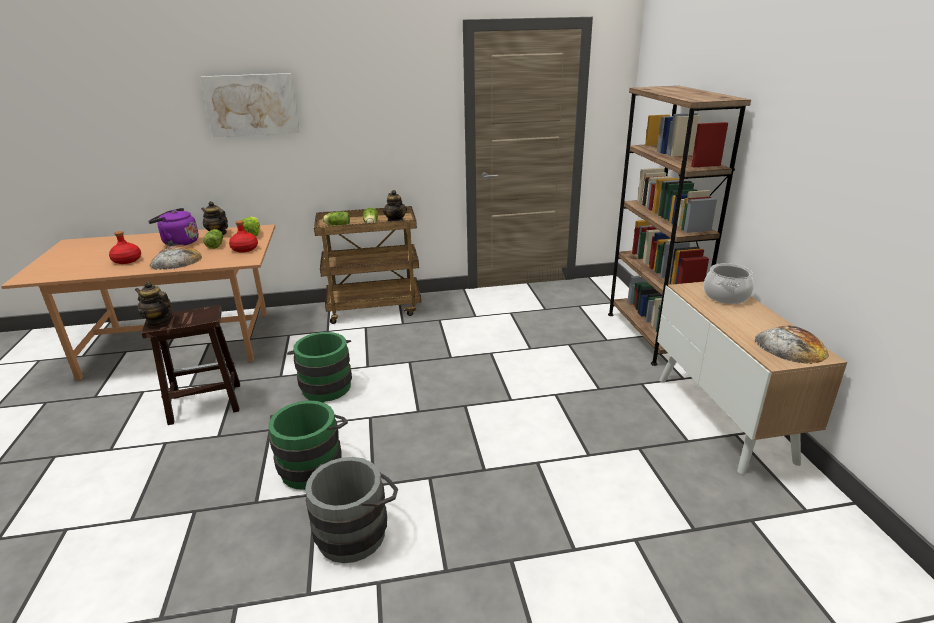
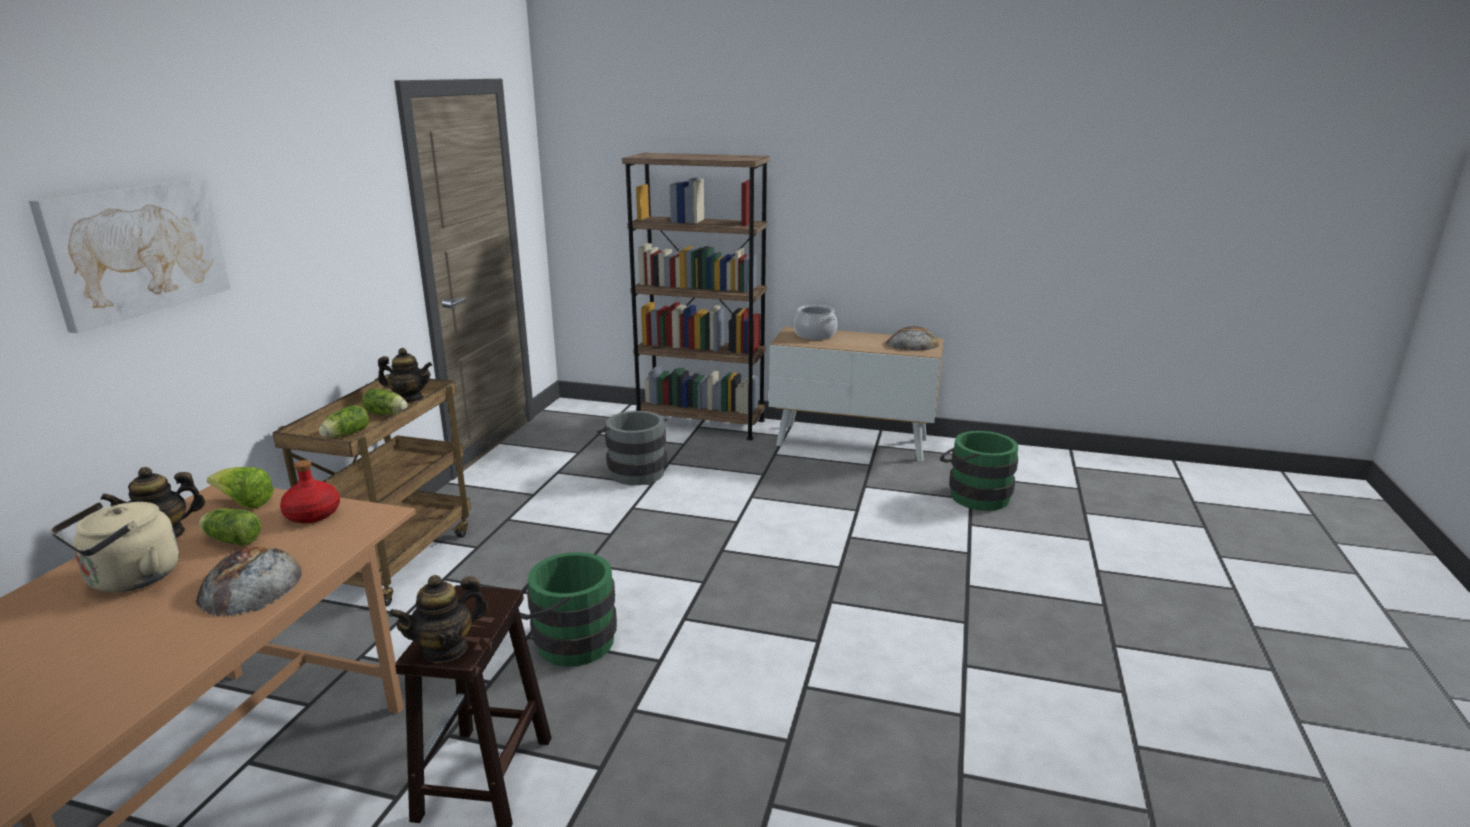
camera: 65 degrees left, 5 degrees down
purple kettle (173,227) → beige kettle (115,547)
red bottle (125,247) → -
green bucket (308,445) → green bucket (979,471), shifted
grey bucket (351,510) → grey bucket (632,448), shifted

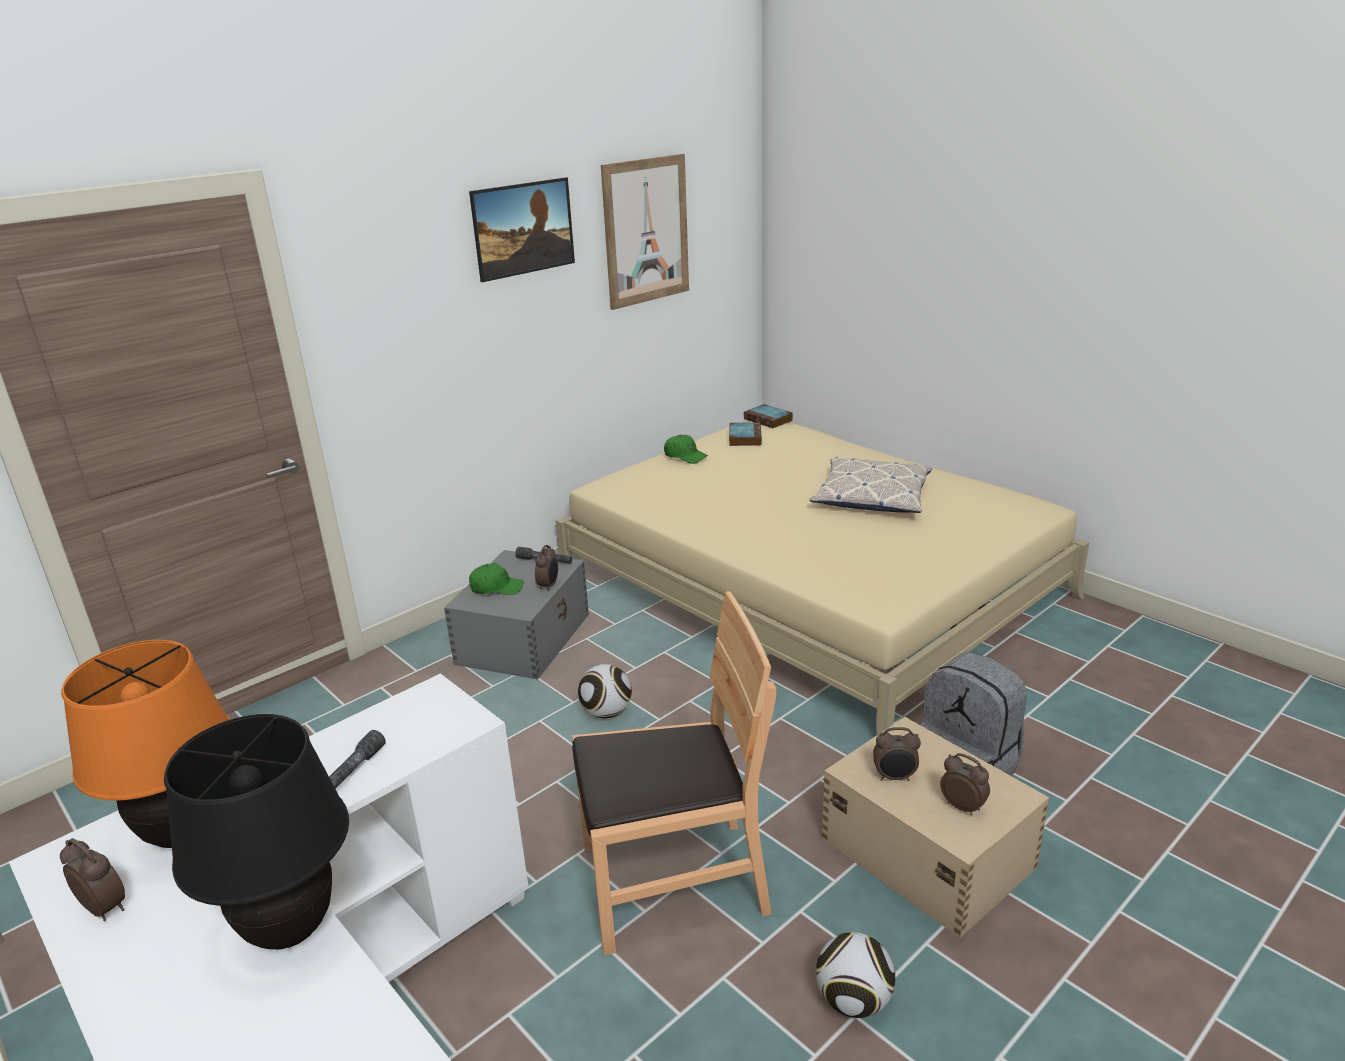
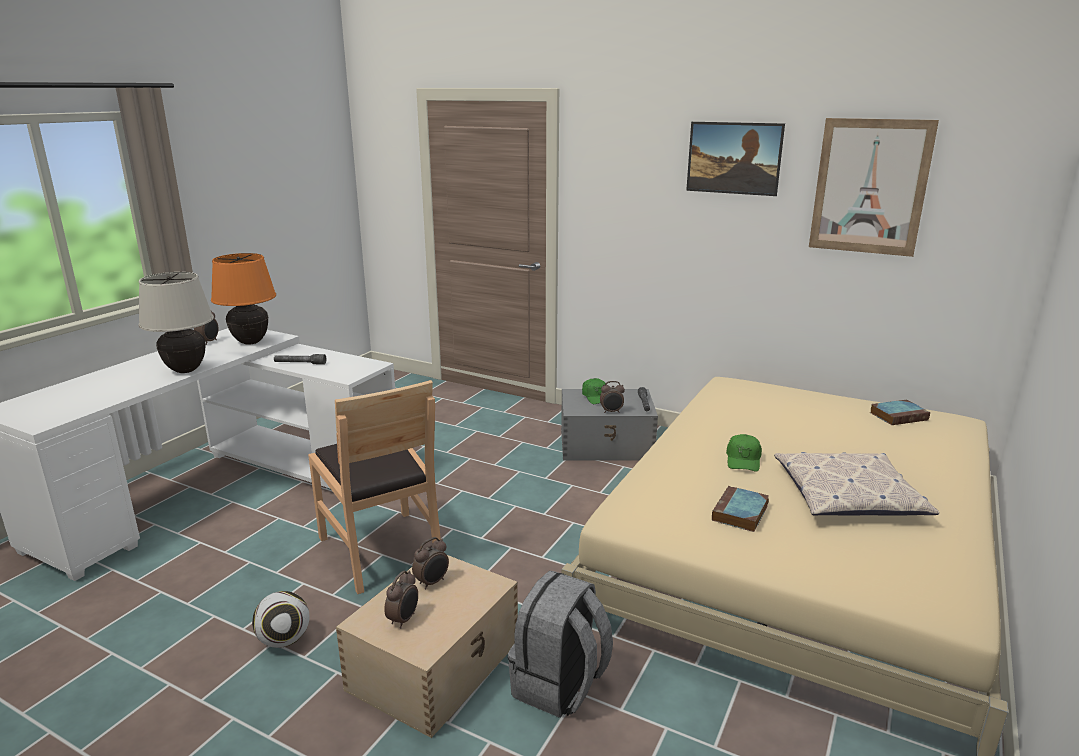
camera: 70 degrees right, 5 degrees down
book (768,416) → book (740,509), shifted
green cap (686,449) → green cap (744,452), shifted
football (605,691) → -
black table lamp (256,831) → beige table lamp (176,322)
alarm clock (897,754) → alarm clock (430,563), 120 degrees counterclockwise

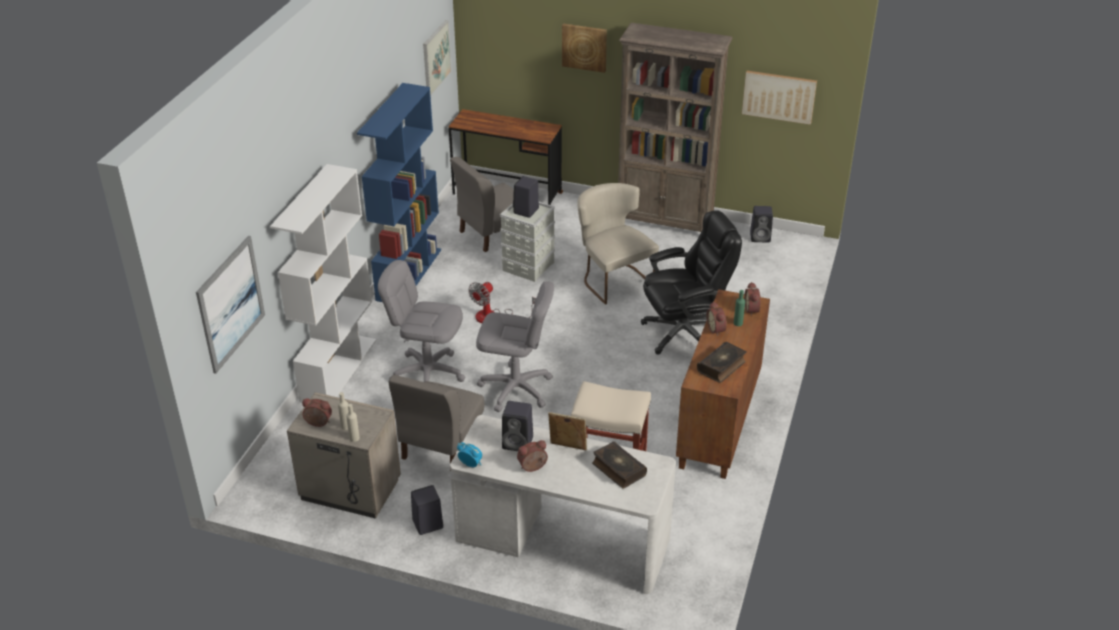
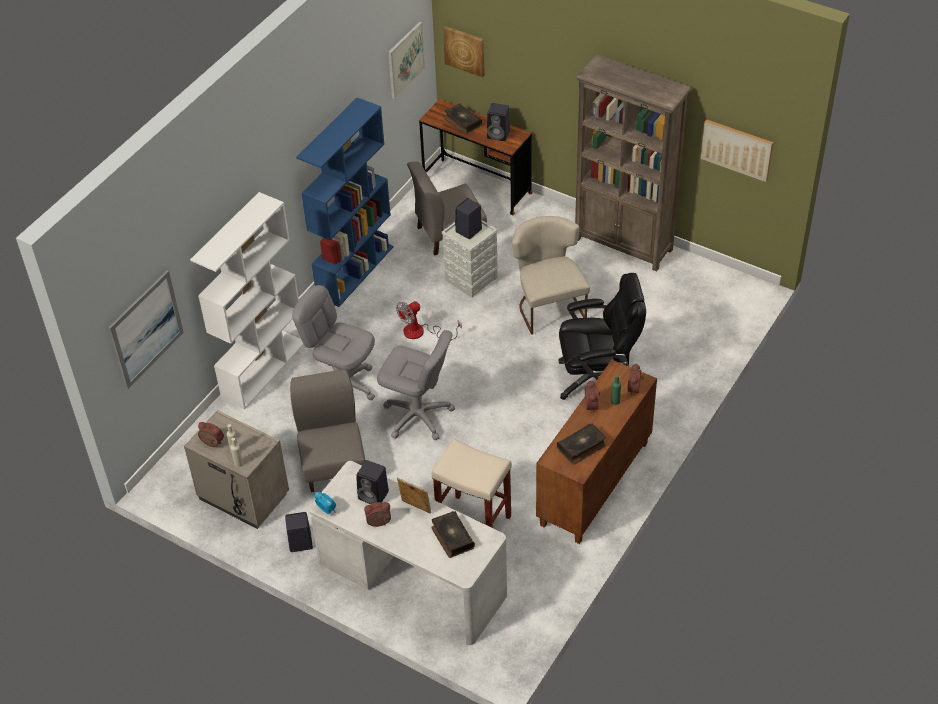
camera: 15 degrees right, 10 degrees up
picture (584,48) → picture (464,51), shifted
black speaker (761,224) → black speaker (498,122), shifted
grey chair (437,423) → grey chair (328,430), 135 degrees clockwise
- → book (463,119)

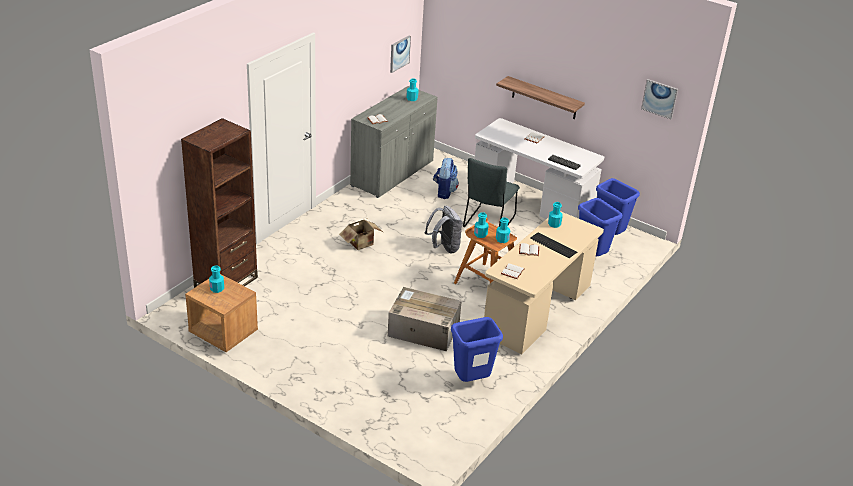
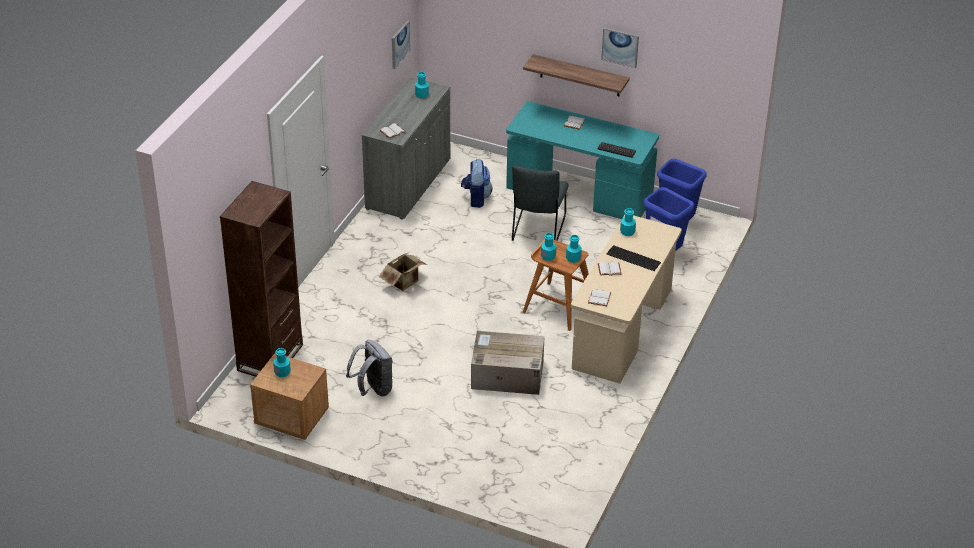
camera: 10 degrees left, 5 degrees up
picture (659,99) → picture (620,47), shifted
white desk (539,168) → turquoise desk (582,160)
grey backpack (444,230) → grey backpack (369,368), shifted
blue trash can (477,349) → -

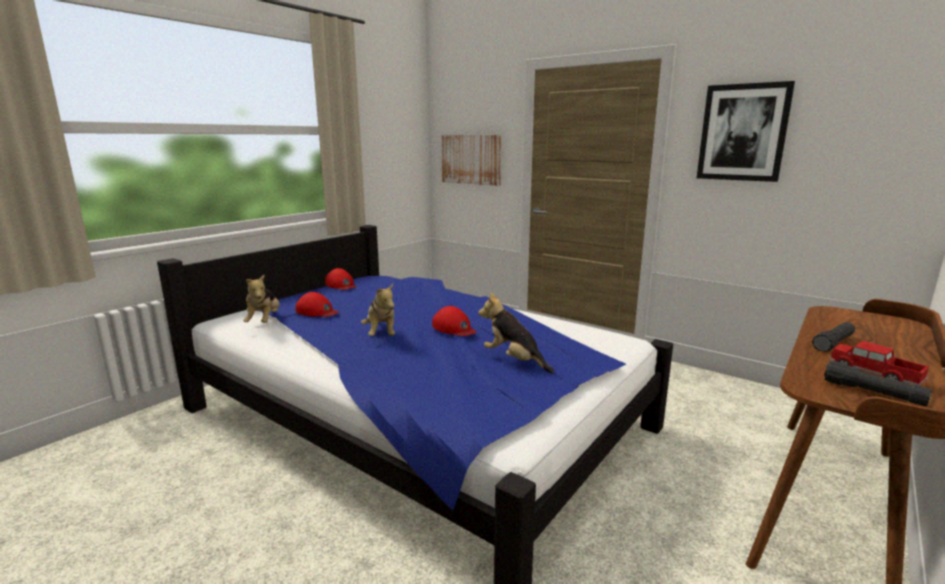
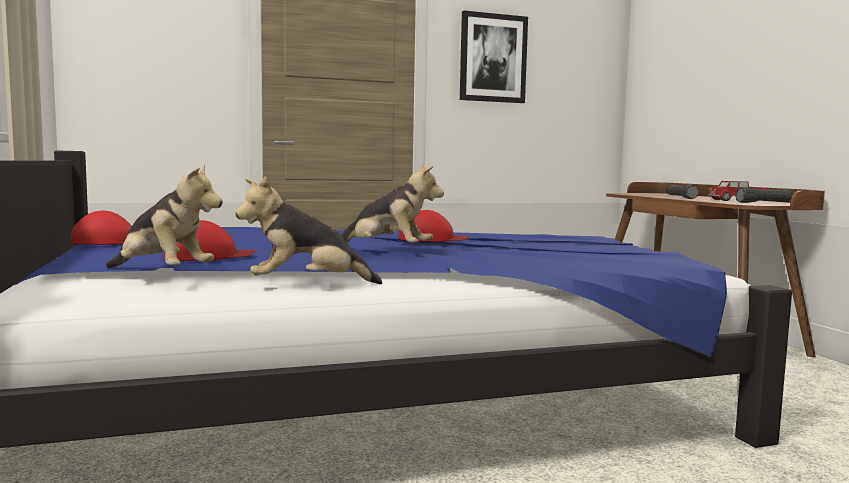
camera: 55 degrees left, 10 degrees down
picture (471,160) → -
plush toy (516,333) → plush toy (308,230), shifted

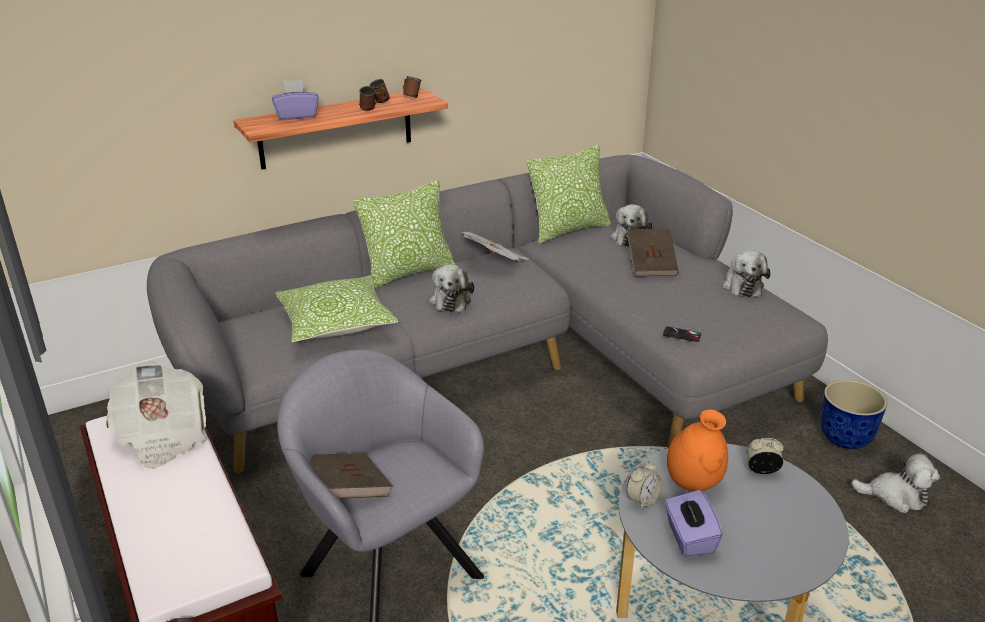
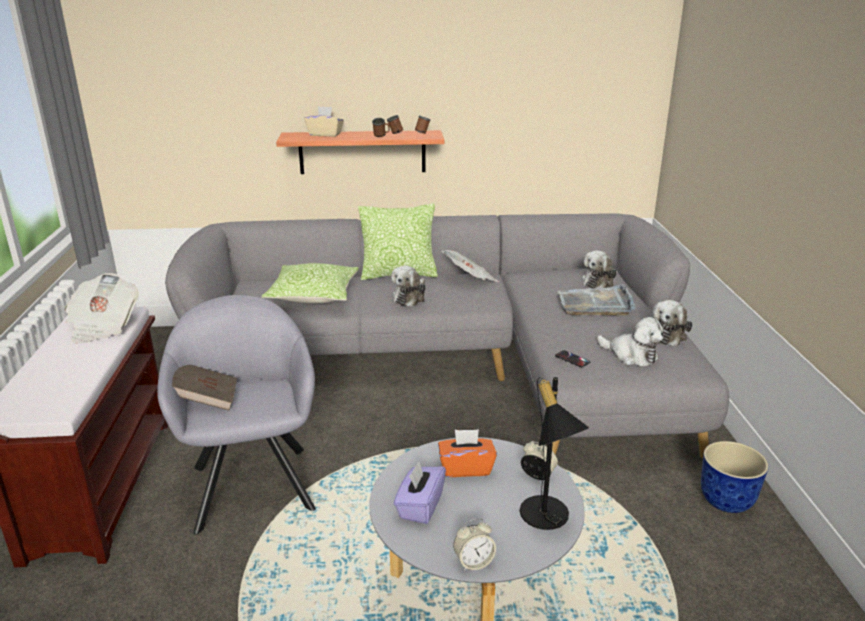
camera: 25 degrees right, 5 degrees down
purple tissue box (295,100) → beige tissue box (324,121)
pillow (568,194) → -
brown book (653,252) → grey tray (596,299)
orange vase (697,450) → orange tissue box (467,453)
plush toy (895,483) → plush toy (630,342), shifted
alarm clock (644,484) → alarm clock (474,545), shifted
- → black table lamp (554,453)

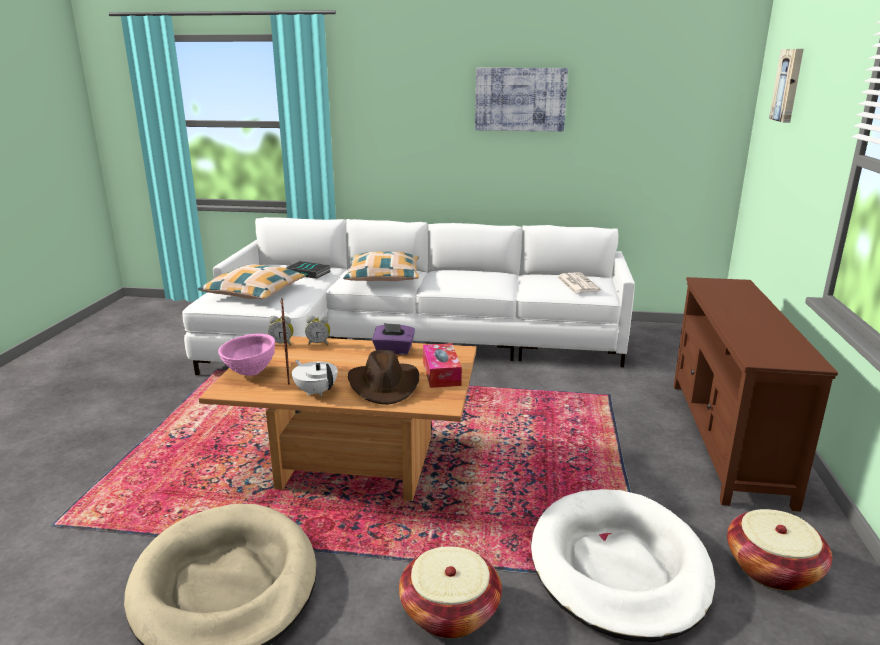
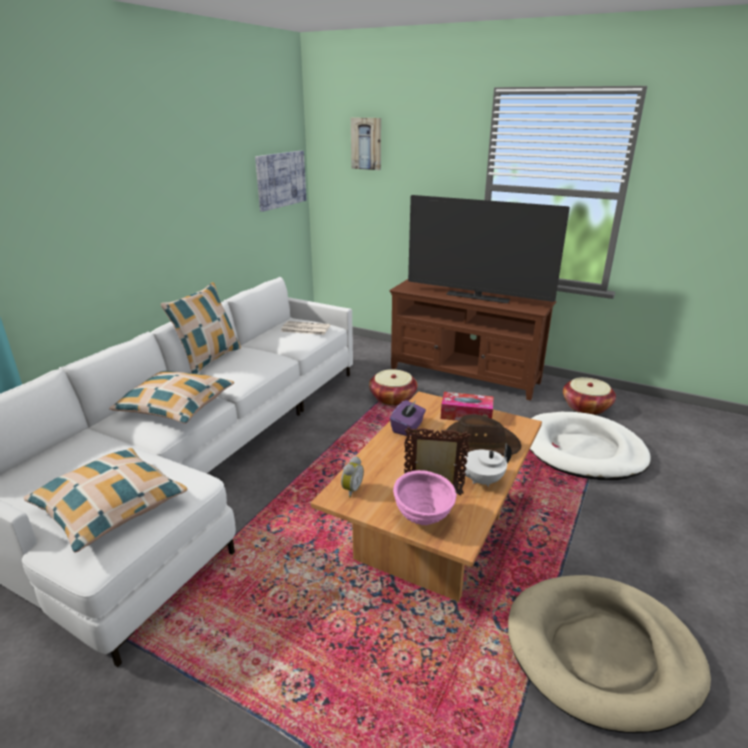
camera: 70 degrees left, 5 degrees up
picture (521,100) → picture (280,181), shifted
book (308,270) → -
alarm clock (317,330) → -
basket (450,592) → basket (393,387), shifted
- → television (489,249)
- → pillow (201,328)

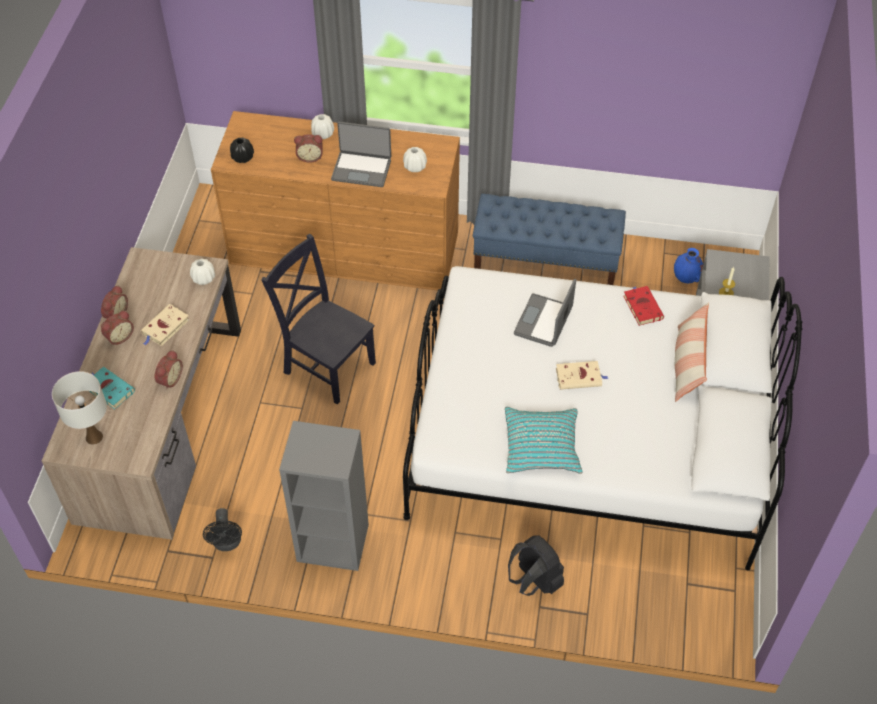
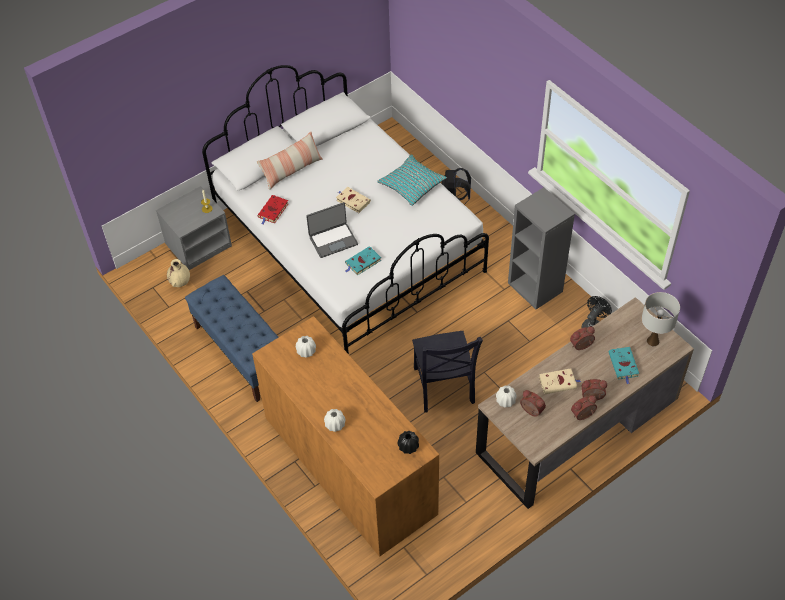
camera: 135 degrees left, 0 degrees up
laptop (361,154) → -
alarm clock (308,148) → alarm clock (533,403), shifted
blue vase (688,265) → beige vase (178,273)
- → turquoise book (363,261)

